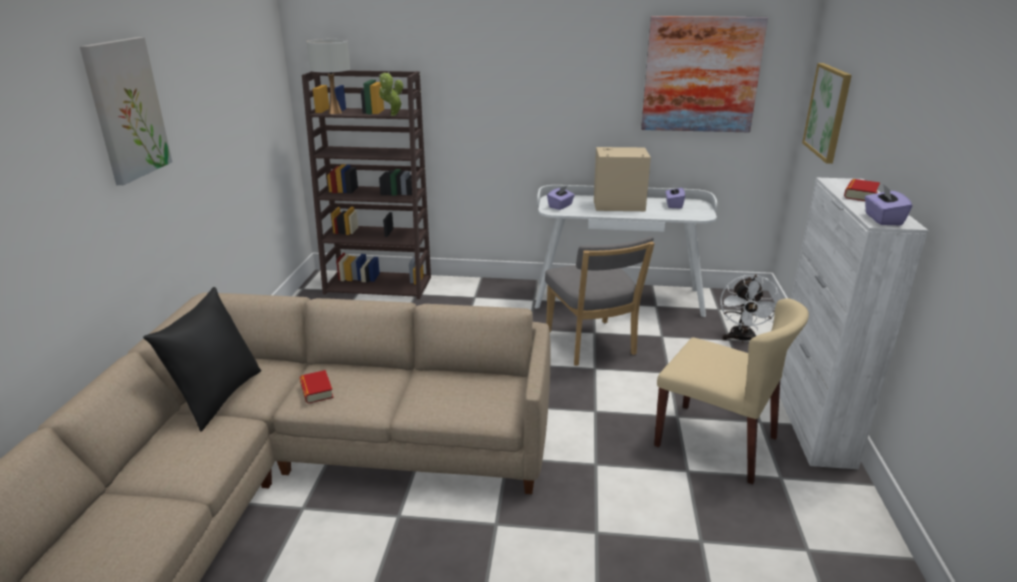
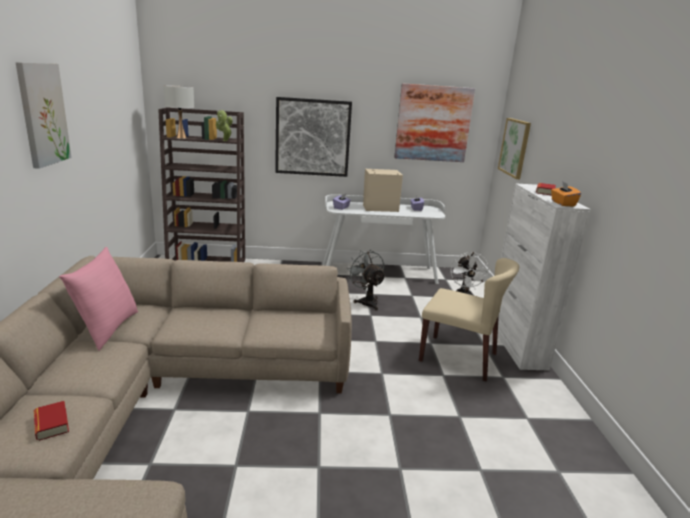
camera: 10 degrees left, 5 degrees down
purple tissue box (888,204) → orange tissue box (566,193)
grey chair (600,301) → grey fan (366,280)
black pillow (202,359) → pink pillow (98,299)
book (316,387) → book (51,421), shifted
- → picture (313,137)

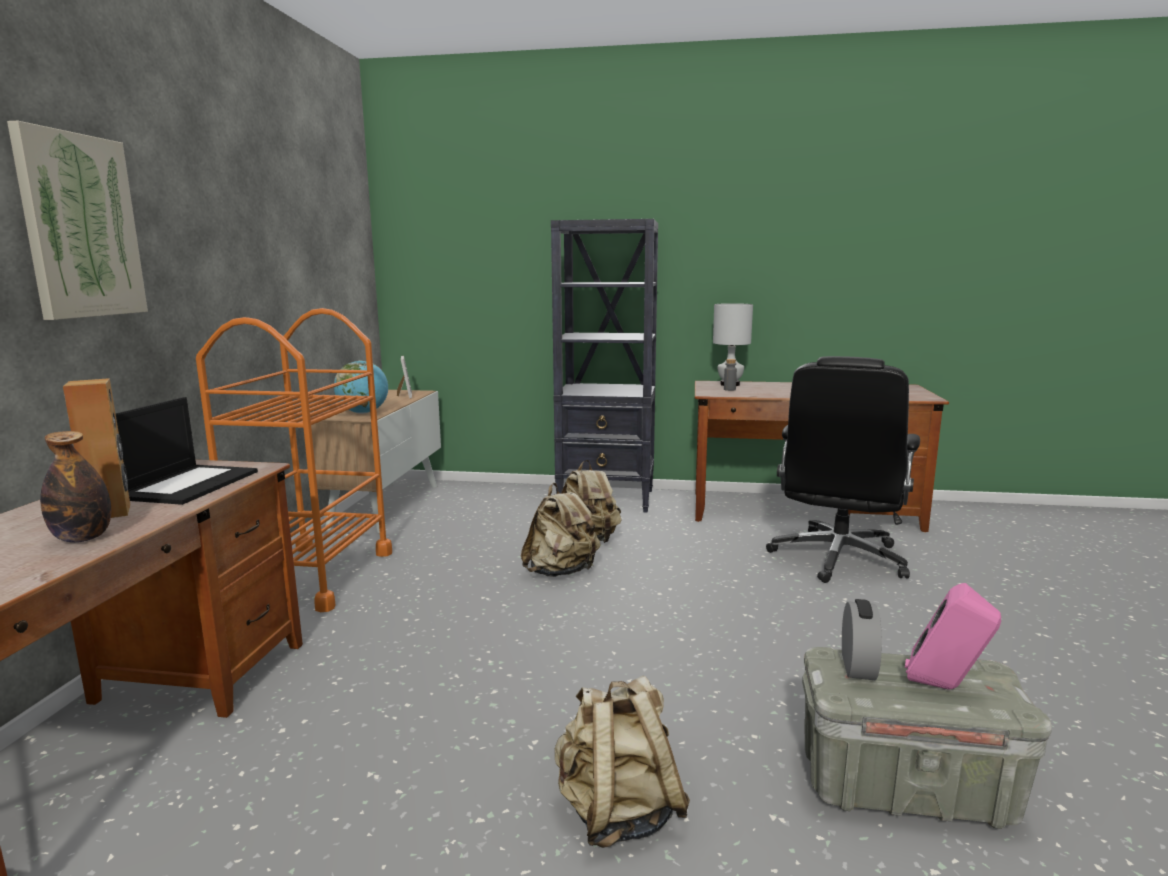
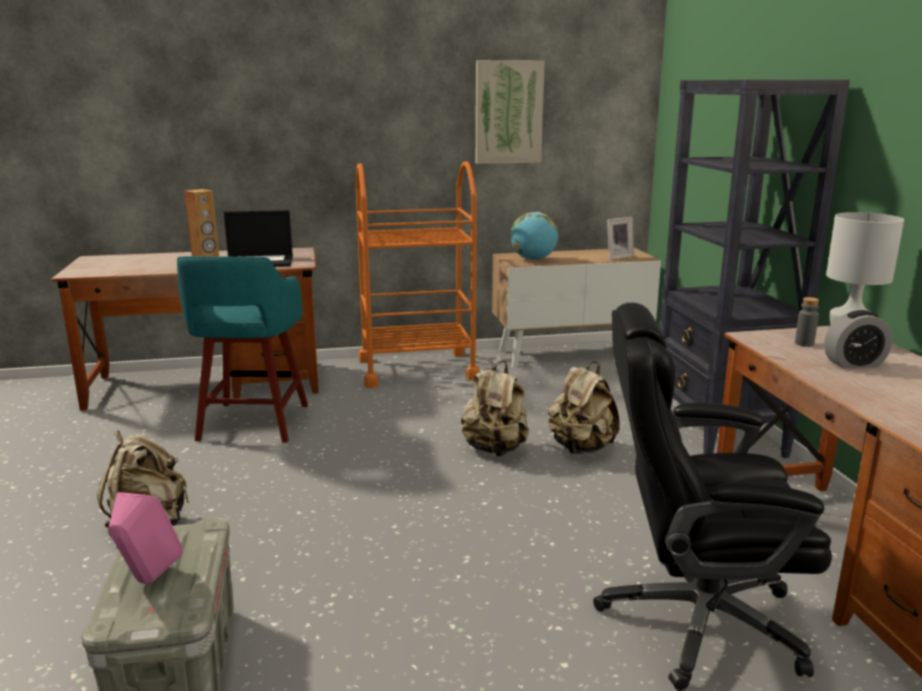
camera: 70 degrees right, 5 degrees up
picture (77,220) → picture (510,112), shifted
bottle (75,487) → -
alarm clock (862,639) → alarm clock (858,339), shifted
- → turquoise stool (242,349)

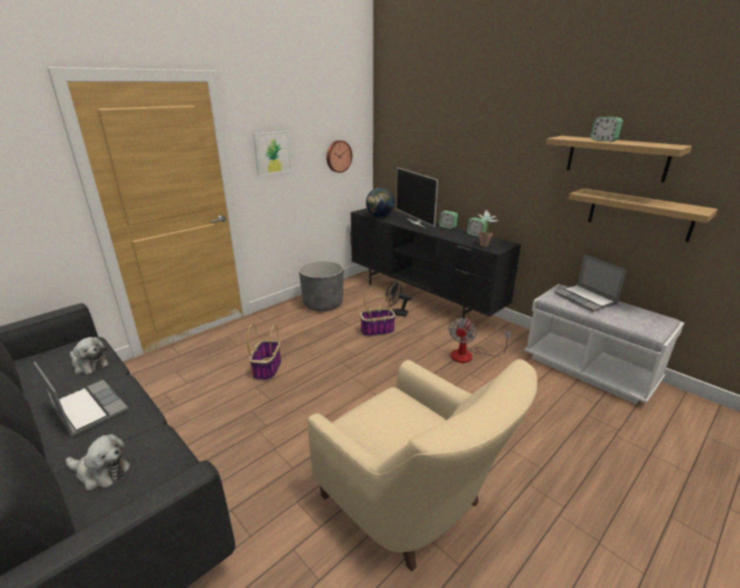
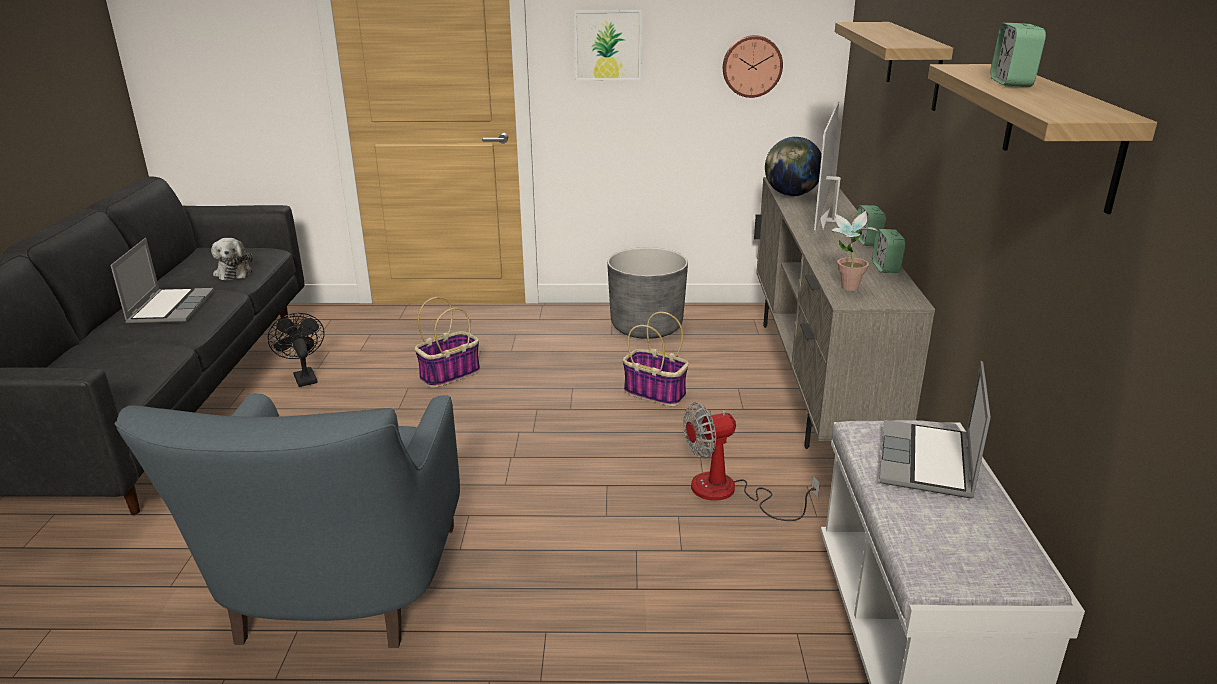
camera: 45 degrees right, 0 degrees up
shelf (643,215) → shelf (894,66), shifted
black tv stand (435,263) → beige tv stand (844,313)
black fan (399,298) → black fan (296,350), shifted
beige armchair (422,465) → blue armchair (287,521)
plush toy (98,462) → -

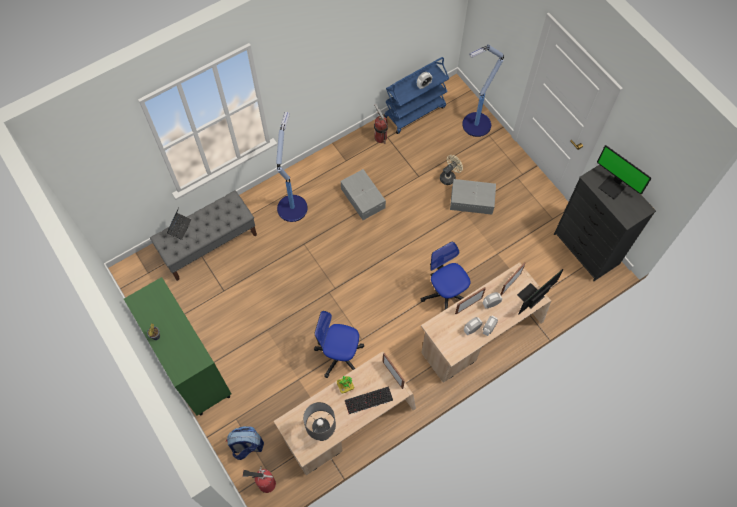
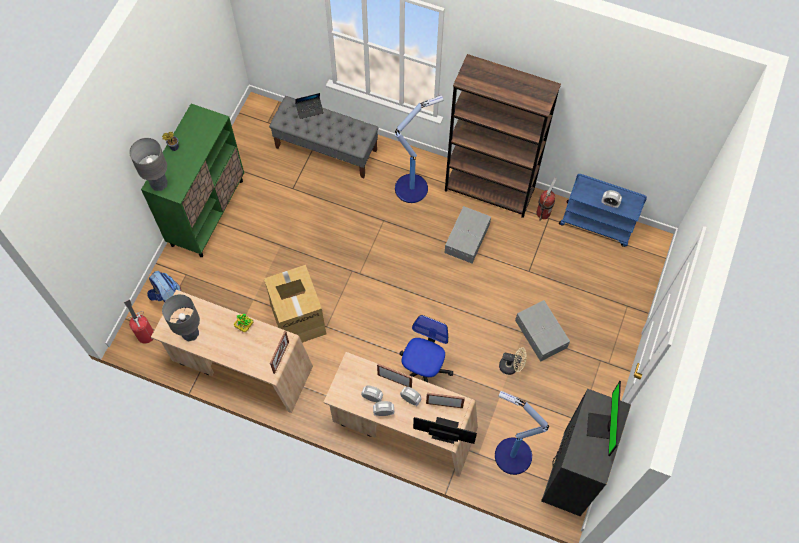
camera: 55 degrees right, 0 degrees up
floor lamp (483,90) → floor lamp (522,433), shifted
beige fan (451,170) → beige fan (513,361), shifted
office chair (339,344) → cardboard box (295,304)
keyboard (369,400) → -
- → brown bookcase (503,136)
- → grey table lamp (148,164)

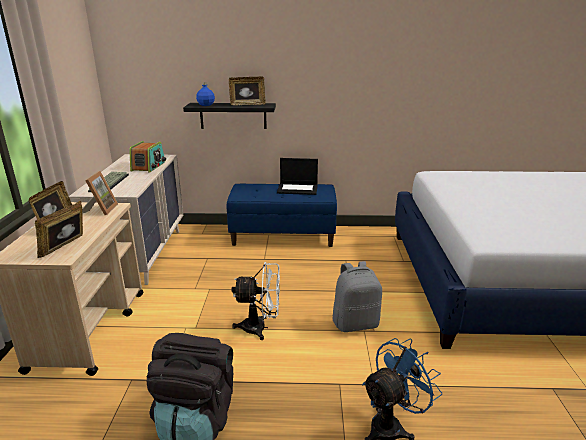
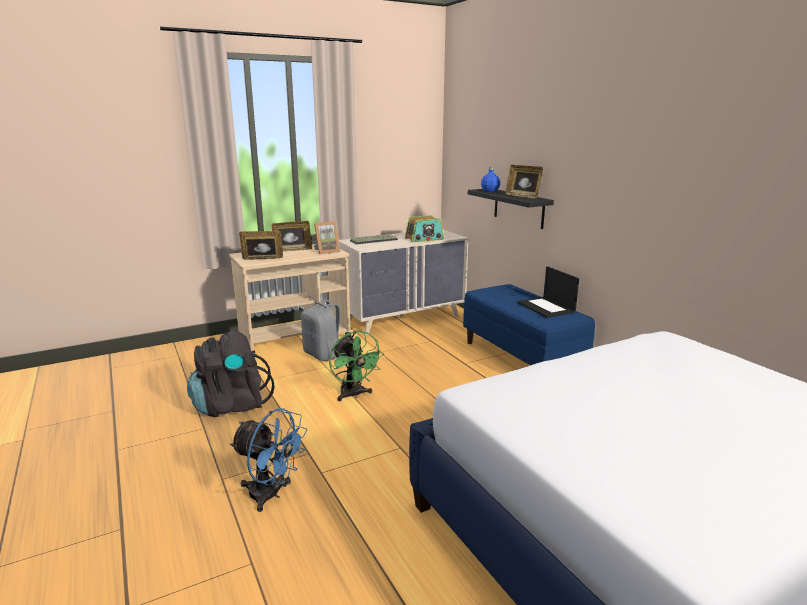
camera: 60 degrees right, 5 degrees down
grey backpack (357,296) → grey backpack (320,330), shifted
white fan (256,301) → green fan (356,366)

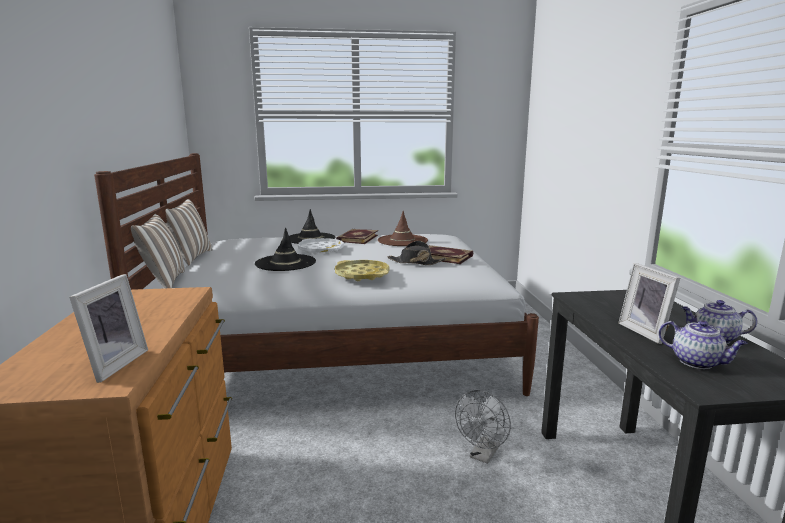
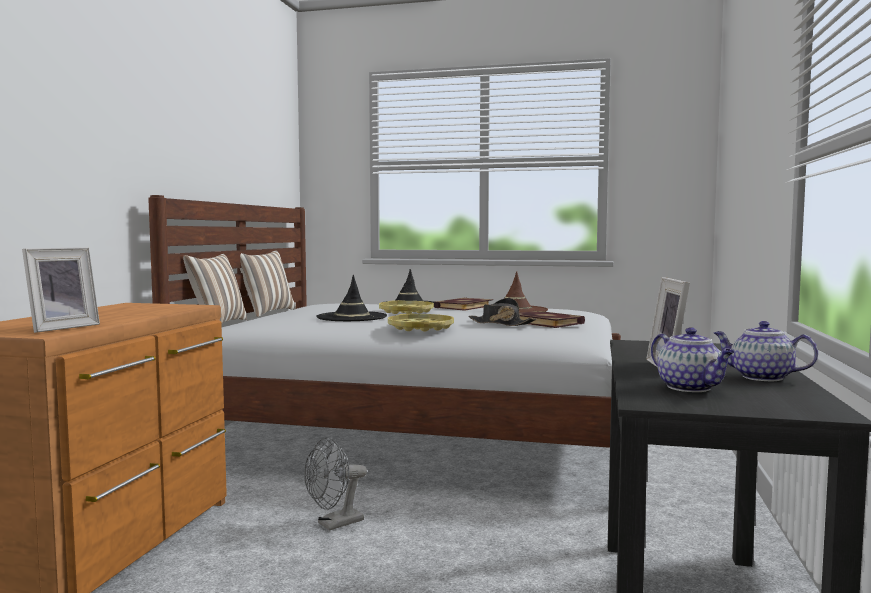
camera: 20 degrees right, 10 degrees down
white tray (321,246) → yellow tray (406,307)
grey fan (483,427) → grey fan (335,484), shifted

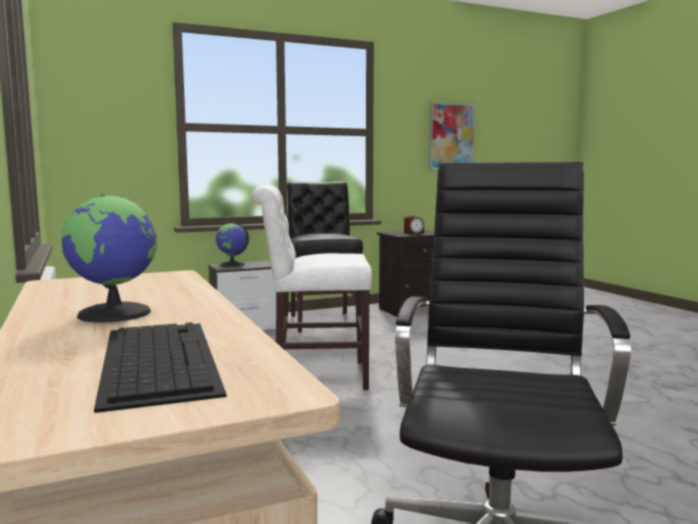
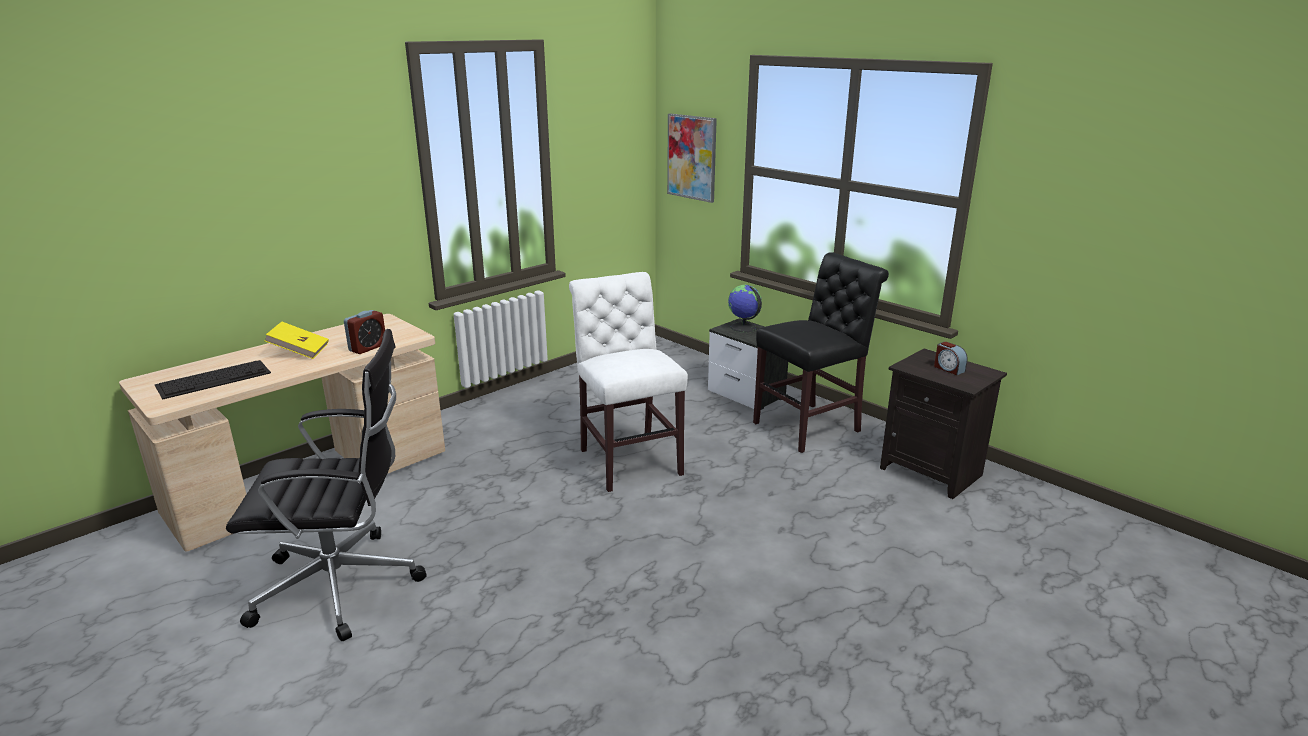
camera: 70 degrees right, 15 degrees up
picture (452,136) → picture (692,158), shifted
globe (109,258) → yellow book (296,340)
- → alarm clock (364,332)

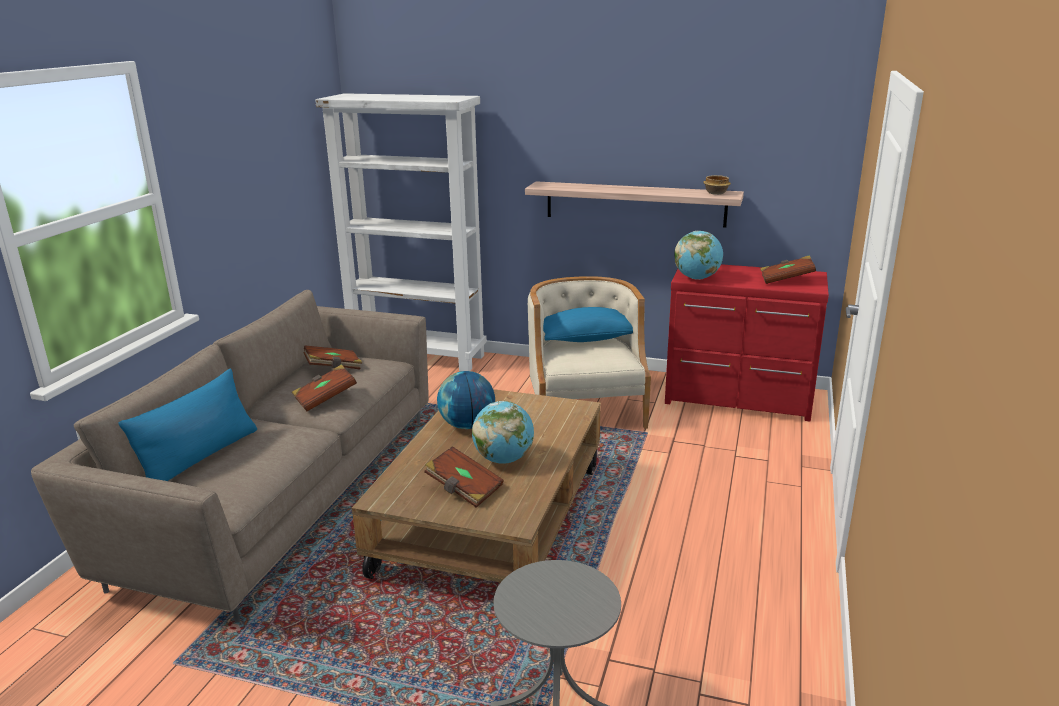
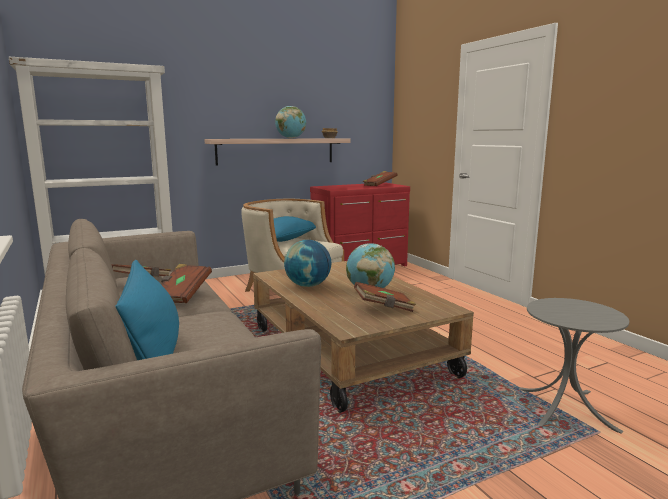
camera: 45 degrees left, 10 degrees down
globe (698,255) → globe (290,122), shifted

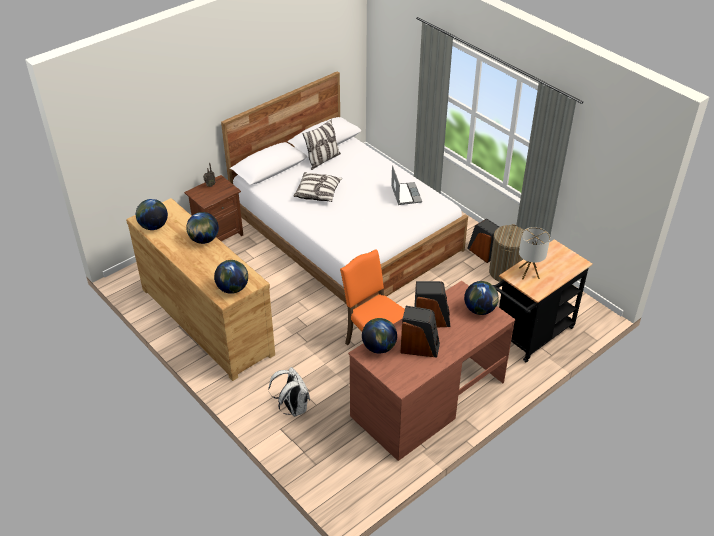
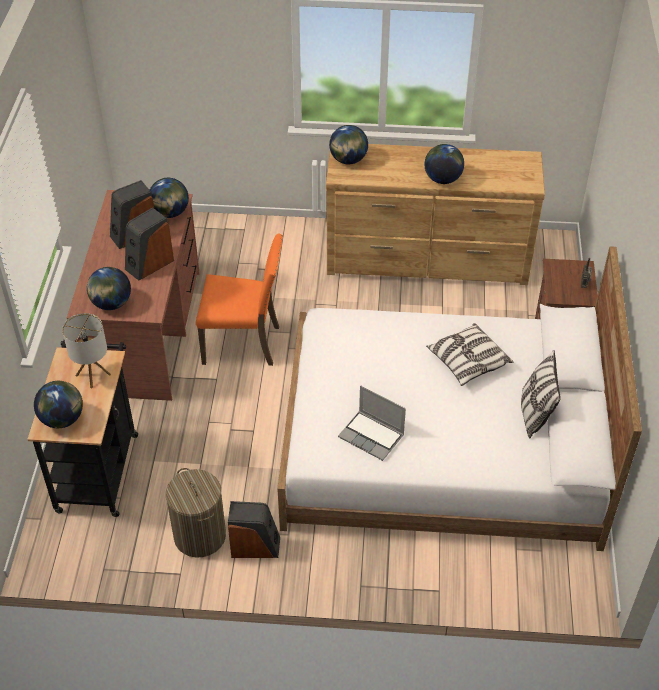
camera: 135 degrees right, 5 degrees up
globe (152,214) → globe (58,404), shifted
white backpack (289,392) → -

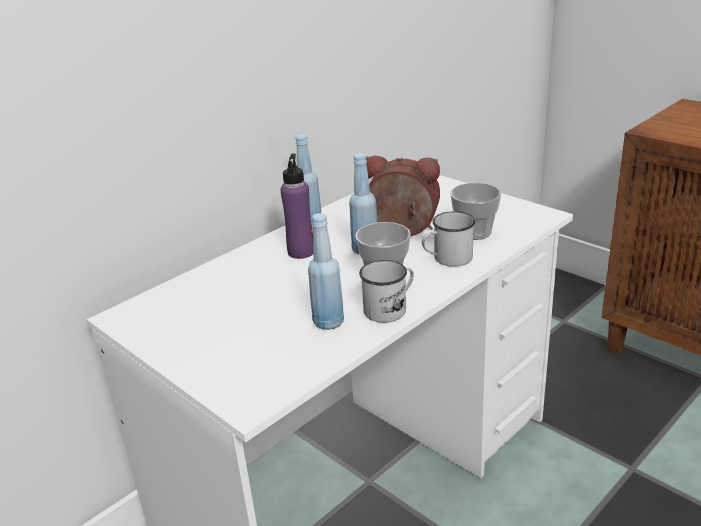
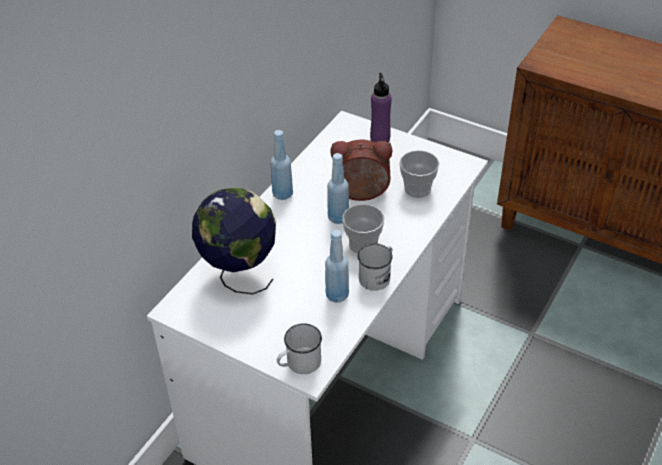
camera: 15 degrees left, 15 degrees up
purple bottle (296,206) → purple bottle (381,107), shifted
white mug (448,239) → white mug (299,348), shifted
- → globe (234,241)

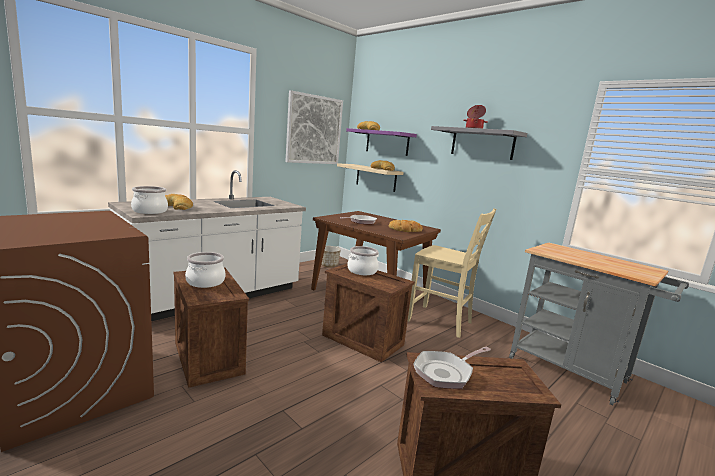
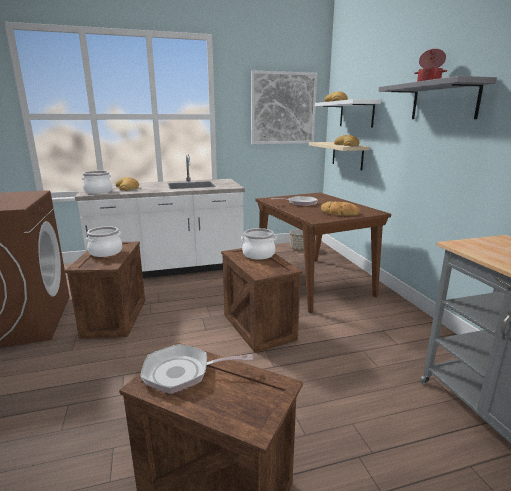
camera: 30 degrees right, 5 degrees up
purple shelf (381,142) → white shelf (348,113)
beige chair (451,273) → -

